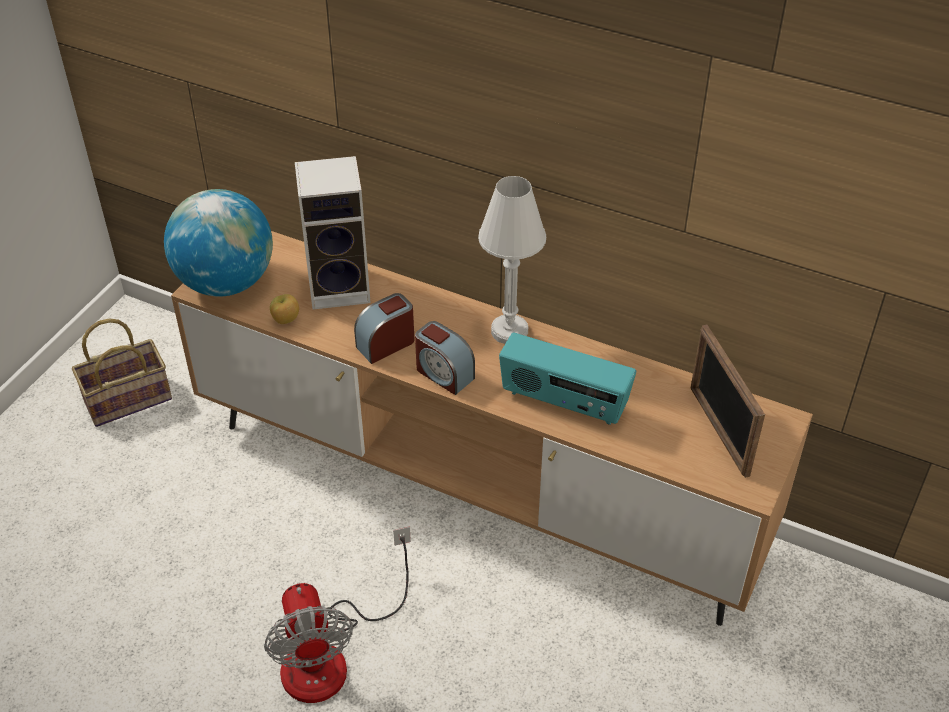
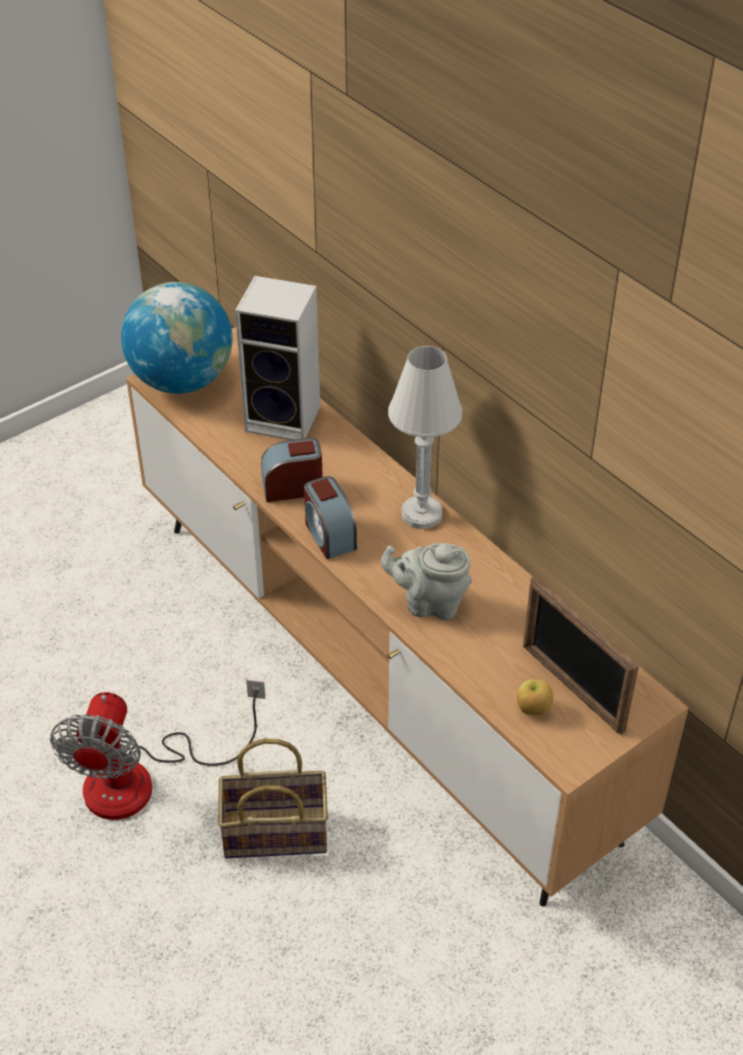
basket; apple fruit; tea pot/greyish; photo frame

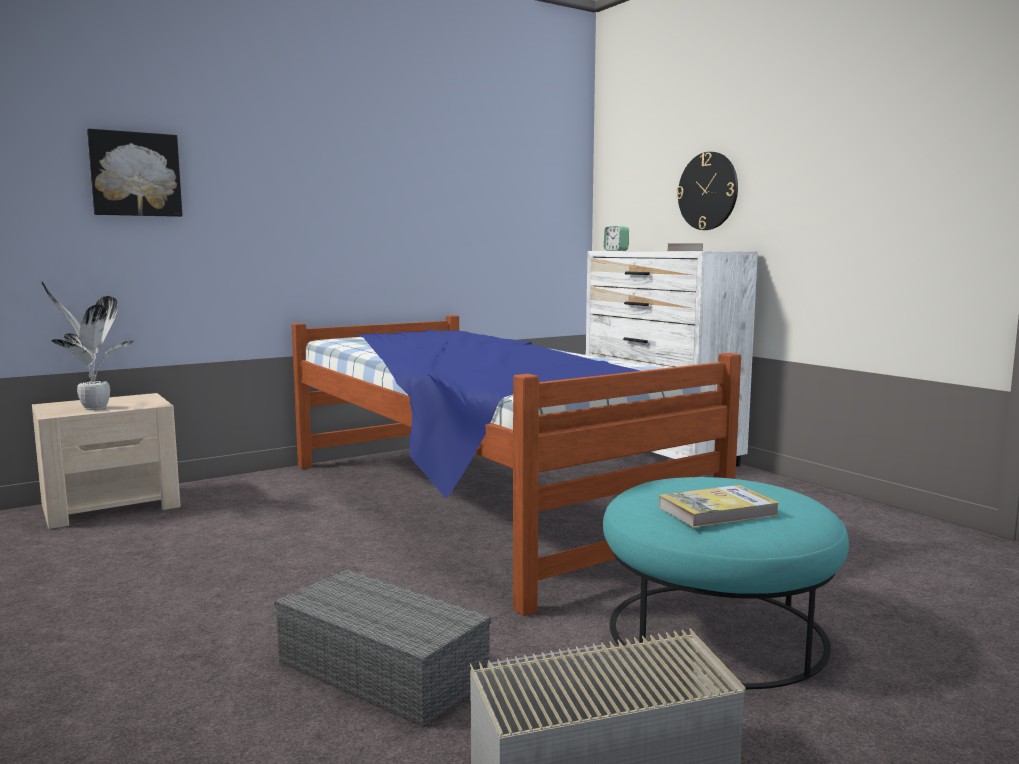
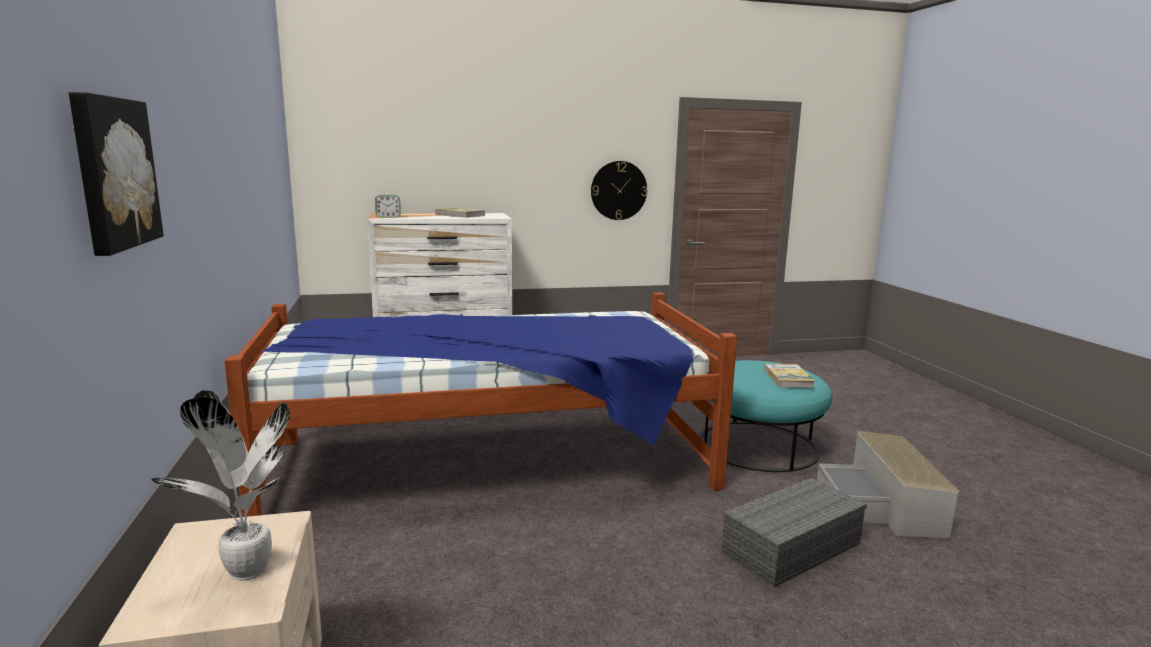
wall clock

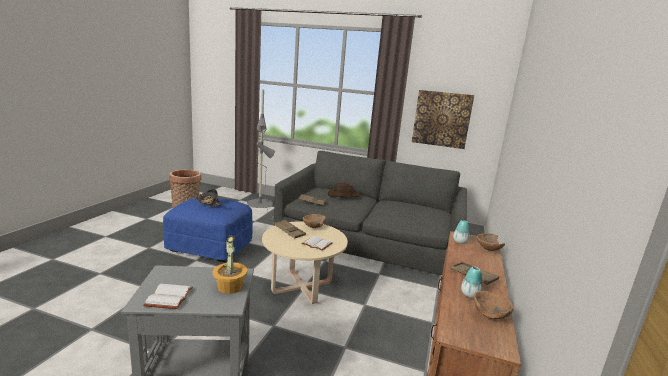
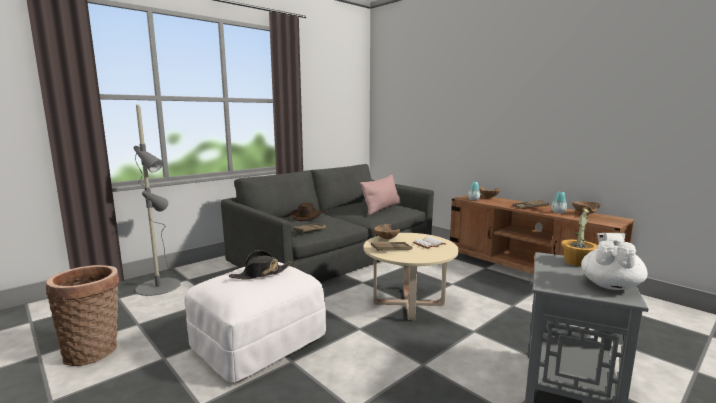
tea pot/whitish; ottoman/whitish; wall picture; cushion/pinkish

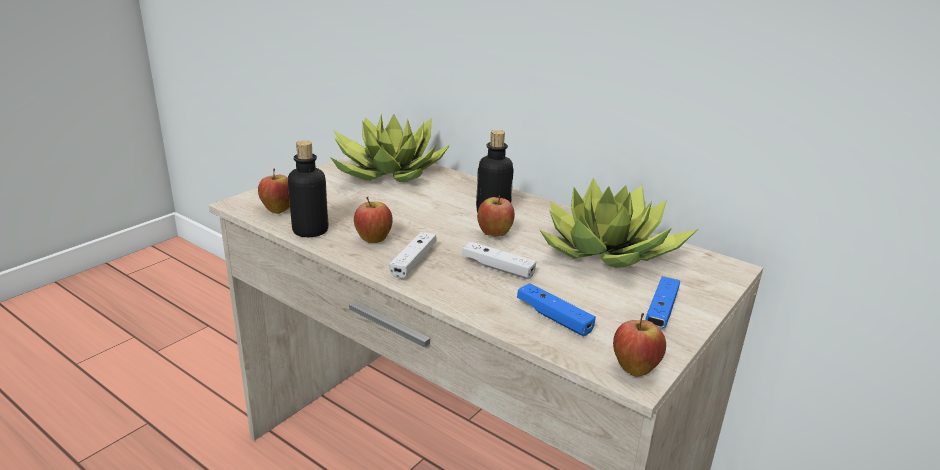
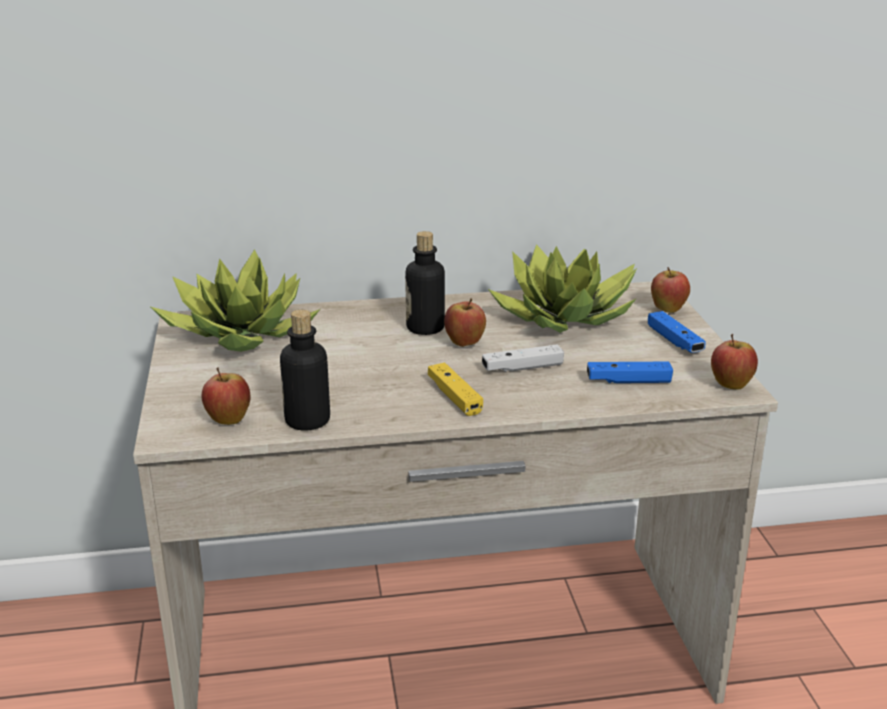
apple fruit (no. 3 from left); gamepad/yellow

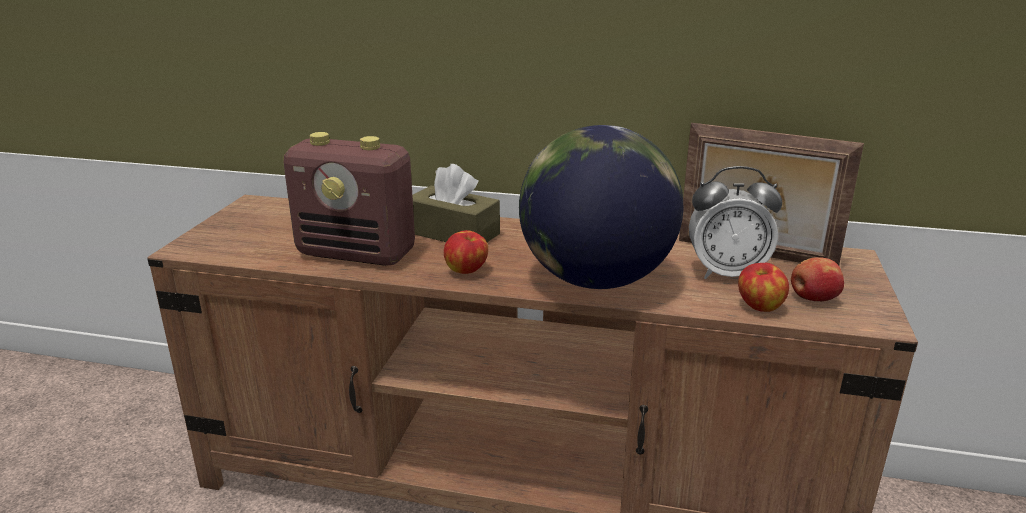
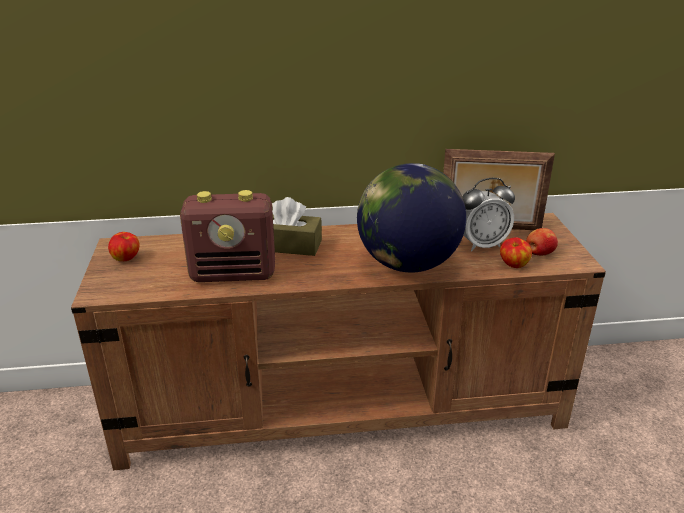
apple fruit (no. 1 from left)

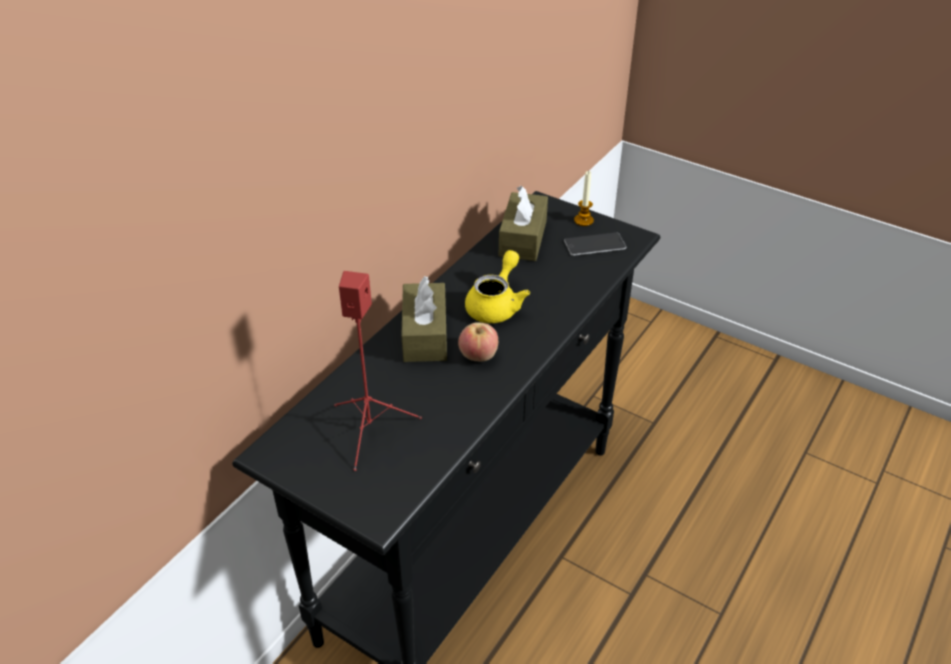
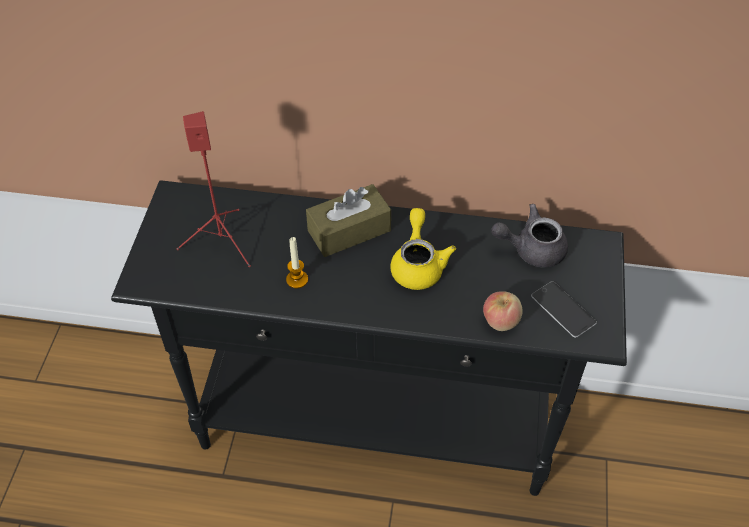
apple fruit; tea pot/yellow; tea pot/greyish; candle

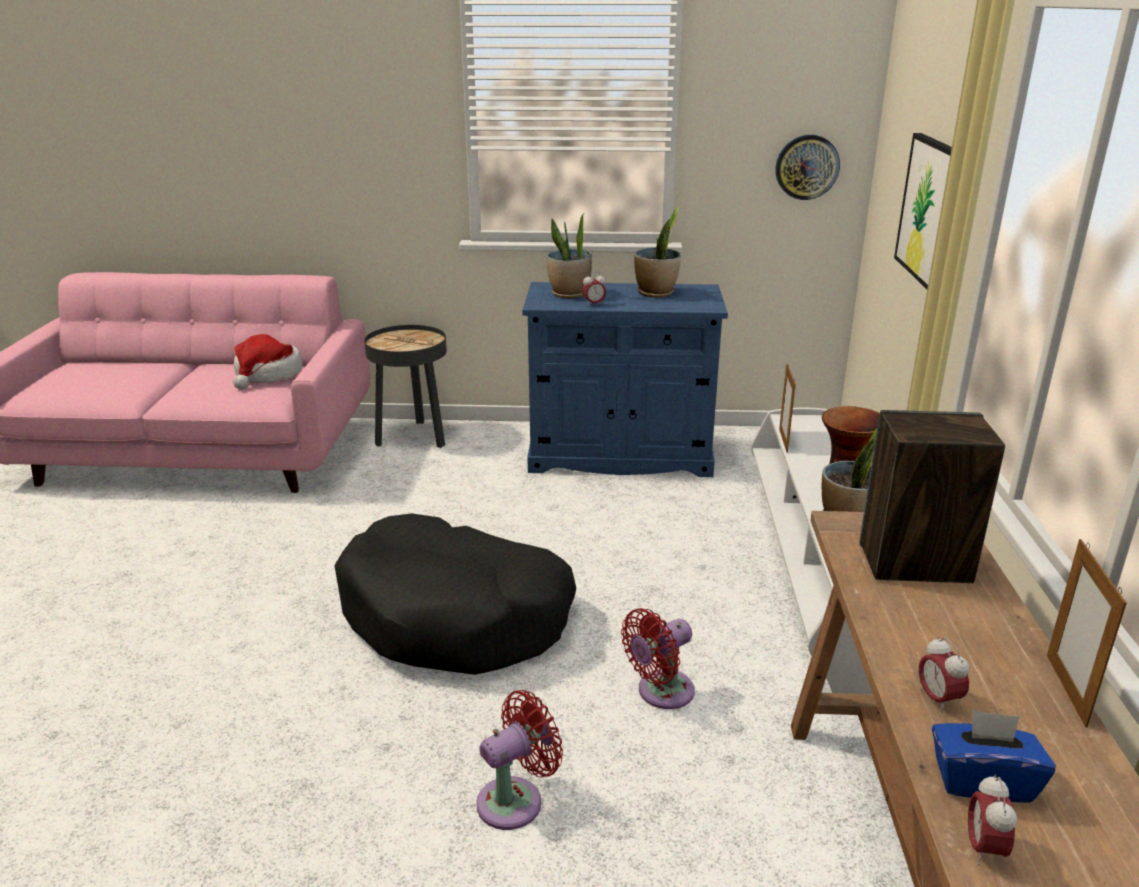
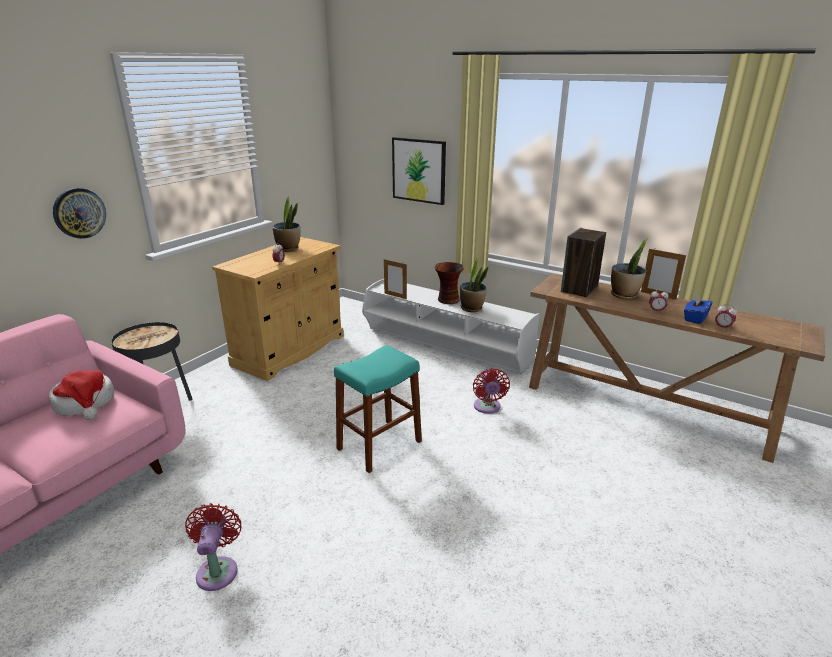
sitting stool/turquoise-coloured; cooling fan/red-coloured (no. 1 from left); cabinet/beige-coloured; potted plant (no. 3 from left); wall clock

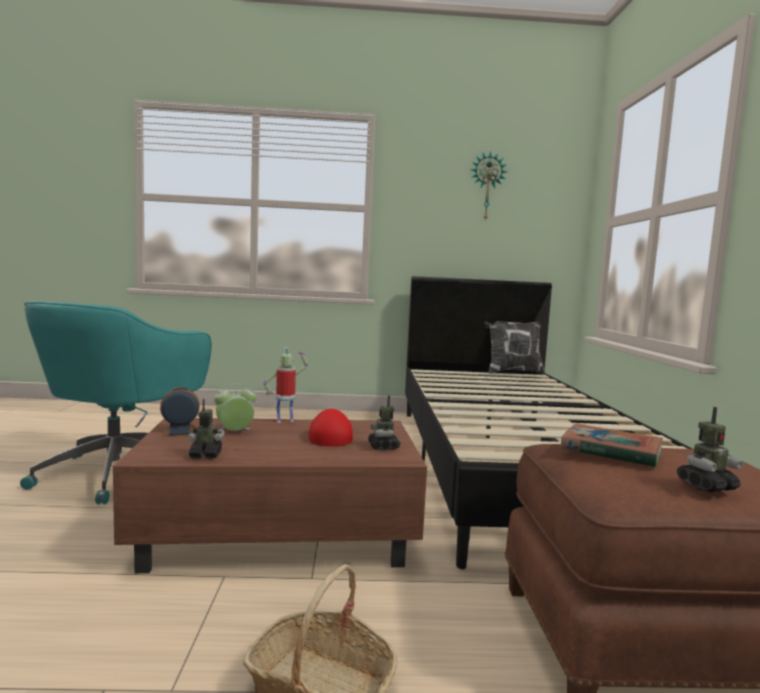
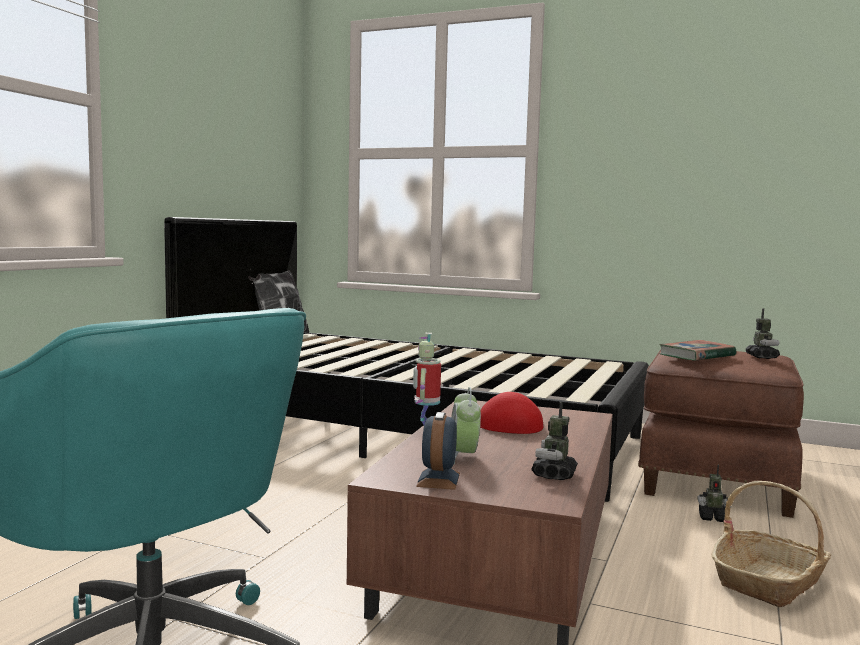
model robot (no. 3 from left); wall clock

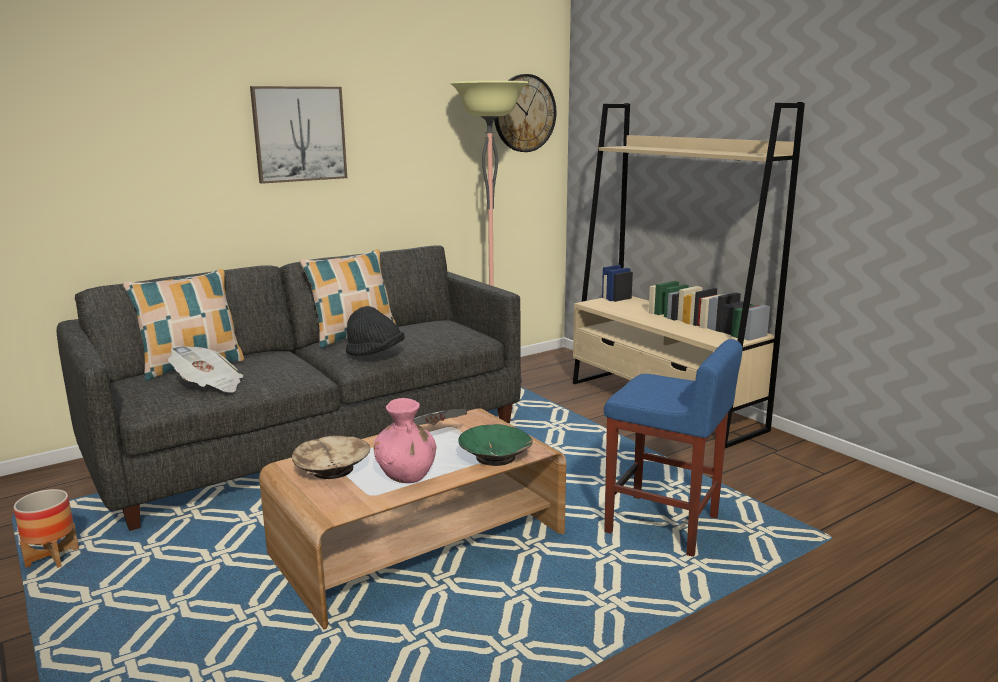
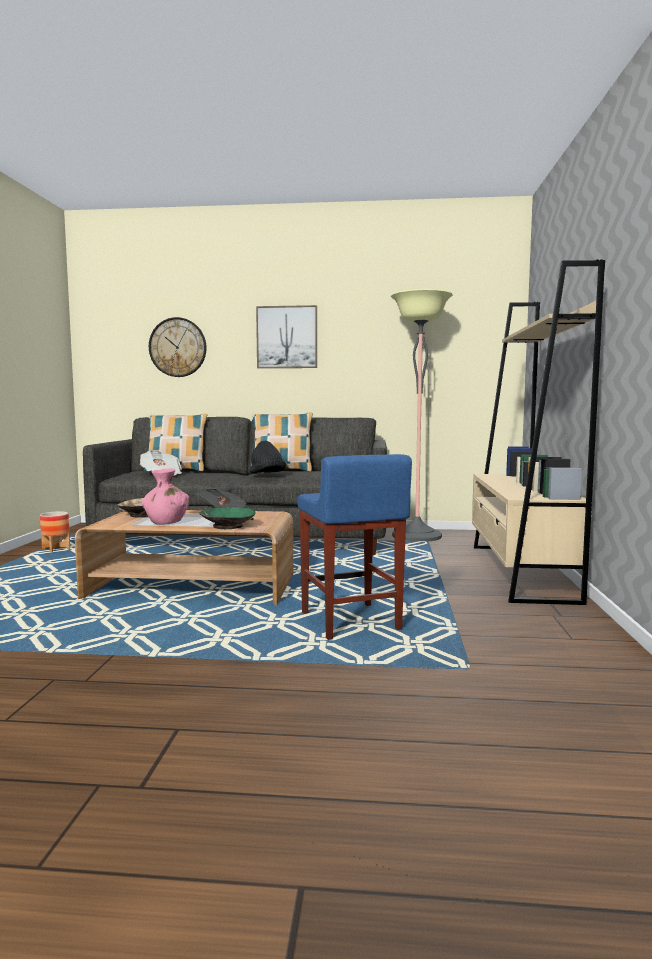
wall clock

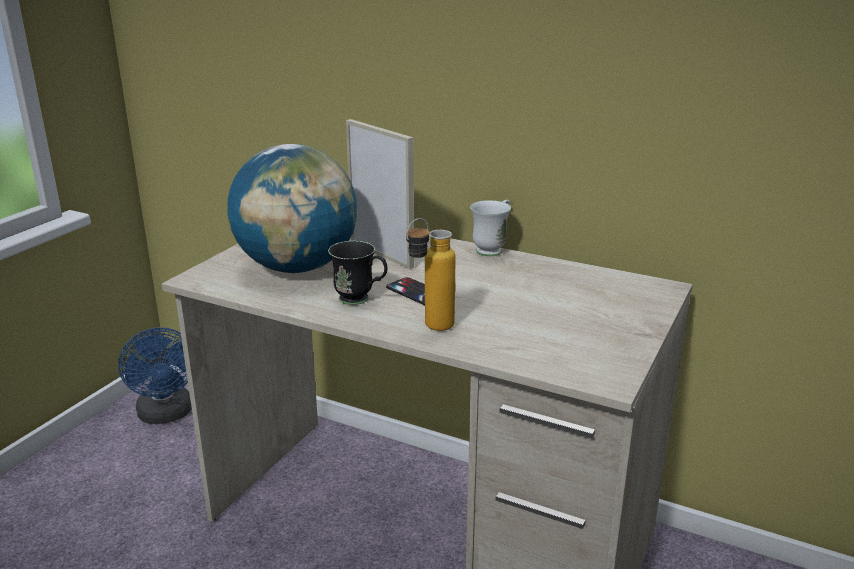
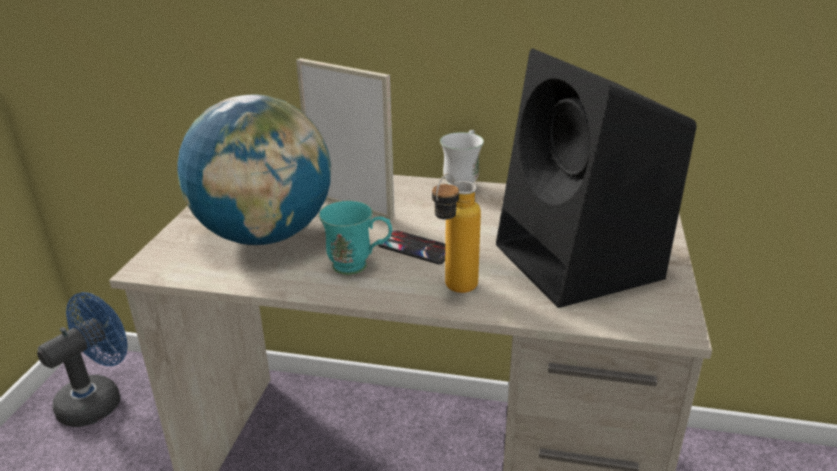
cooling fan/blue-coloured; mug/turquoise-coloured; loudspeaker/black-coloured

